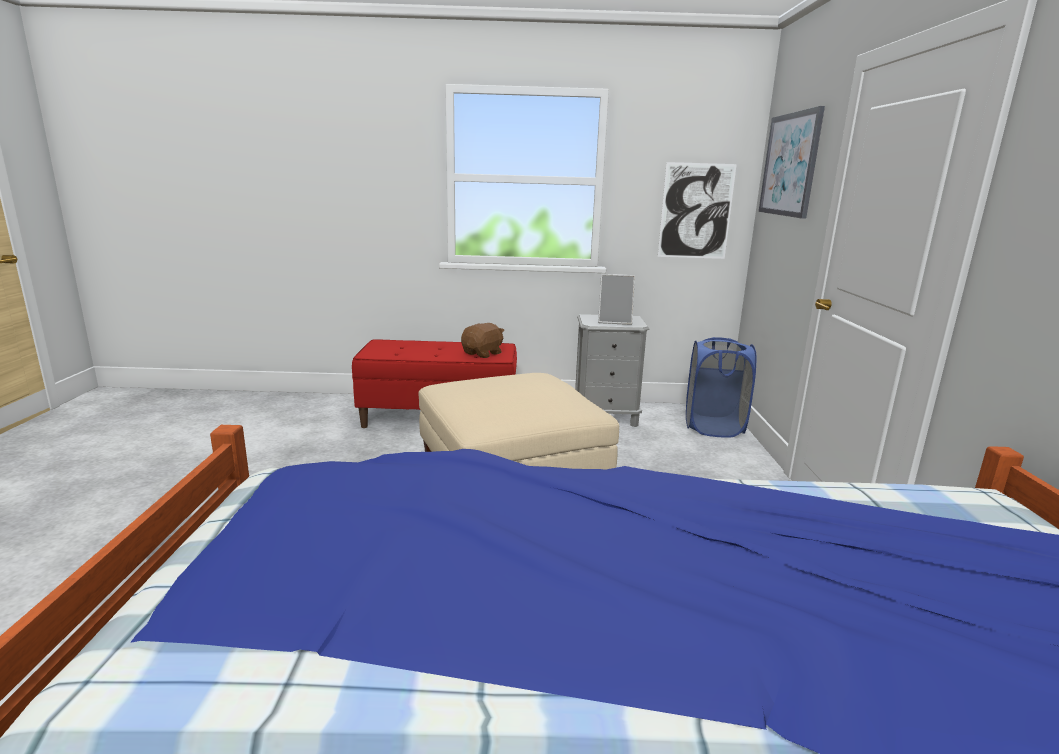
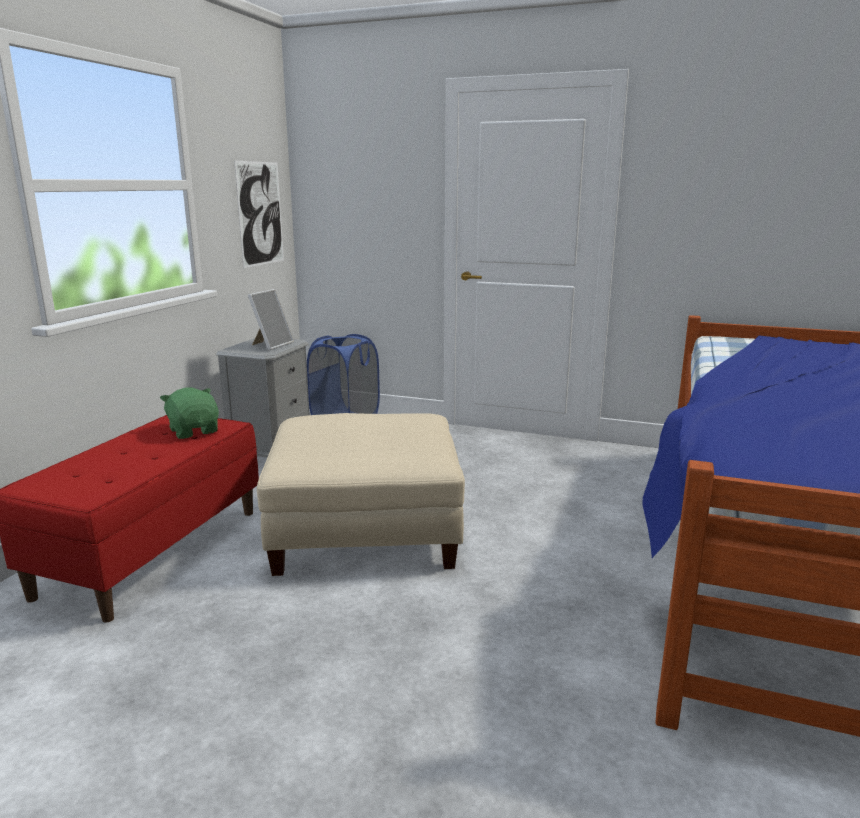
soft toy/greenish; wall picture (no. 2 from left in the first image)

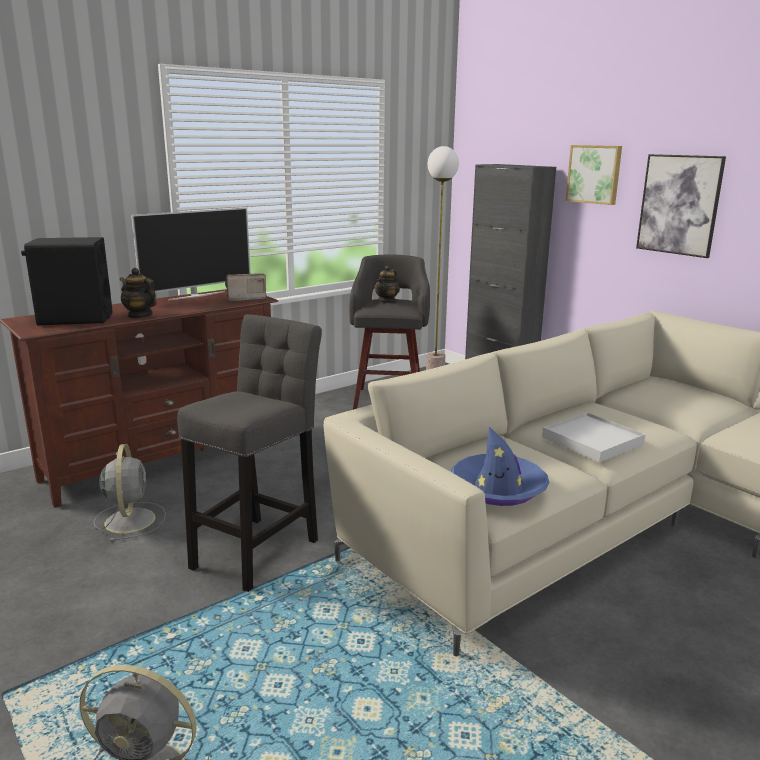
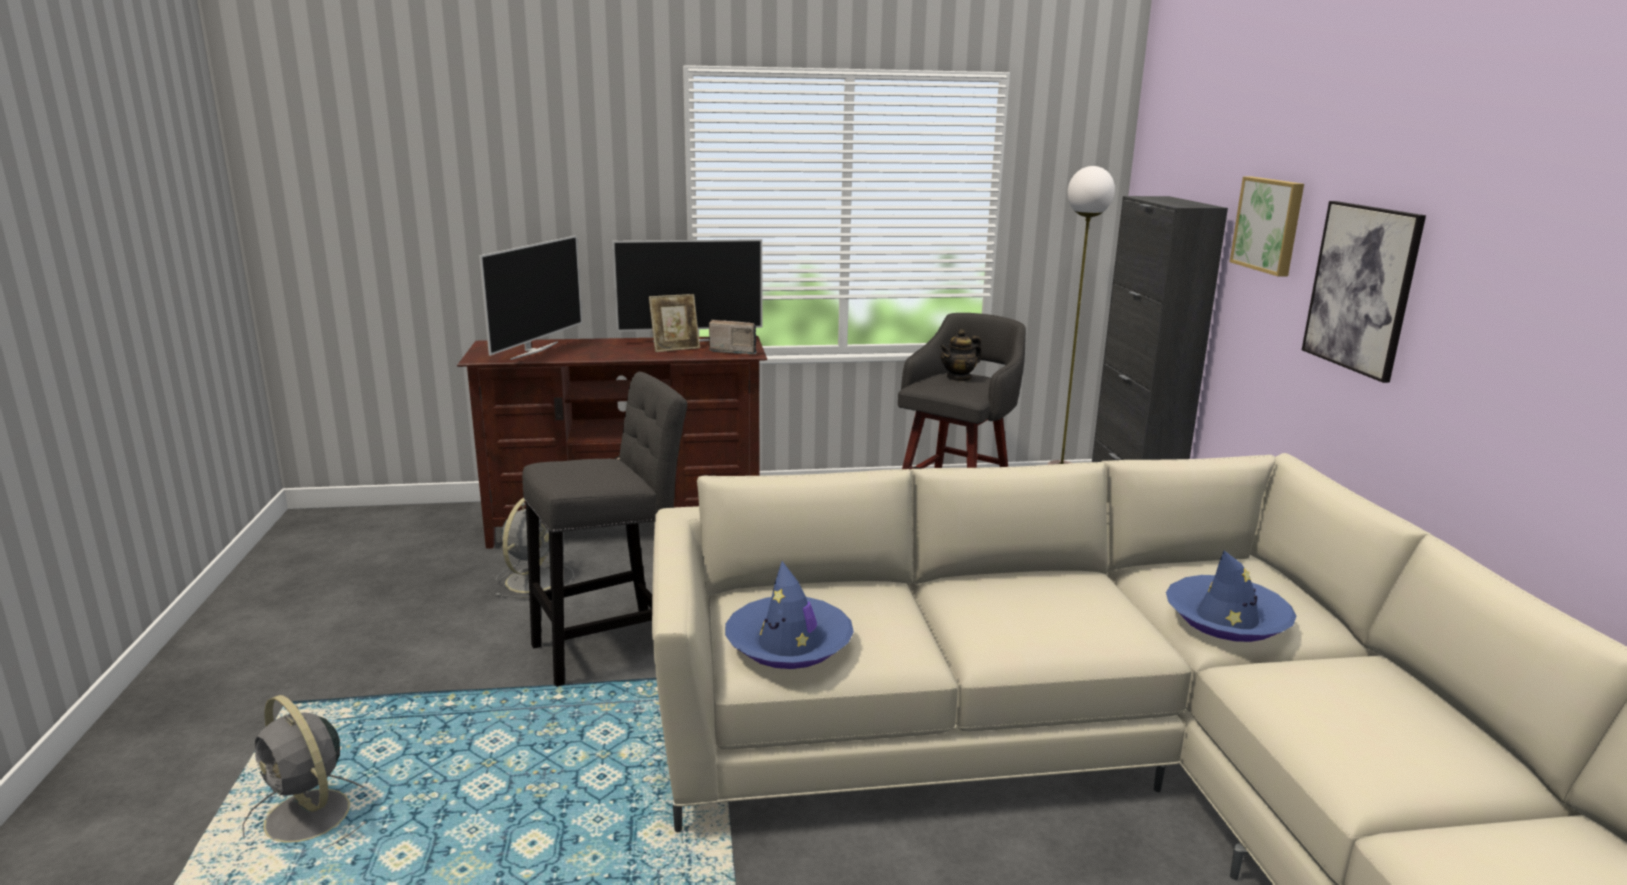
TV set (no. 1 from left); tea pot (no. 1 from left in the first image); tray/whitish; photo frame; clothing hat/blue-coloured (no. 2 from left)

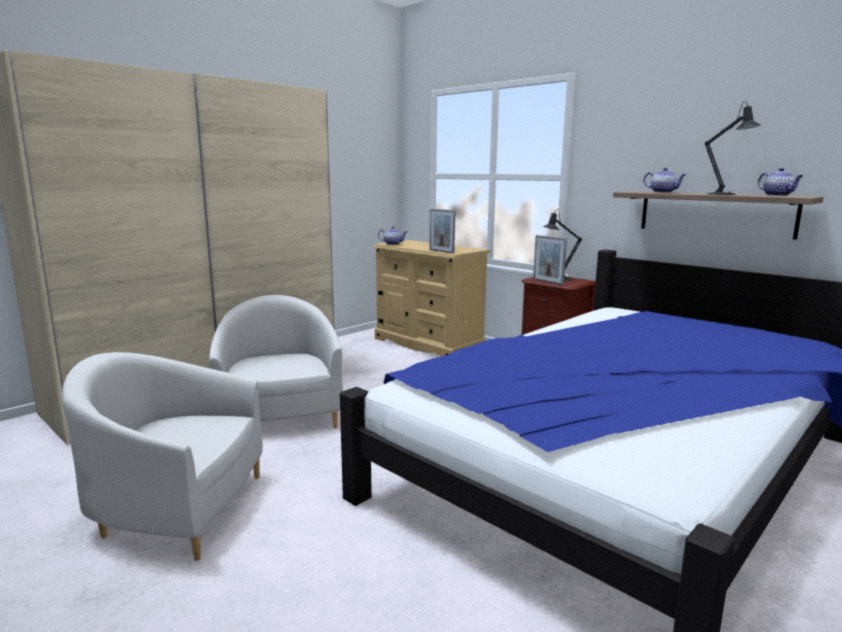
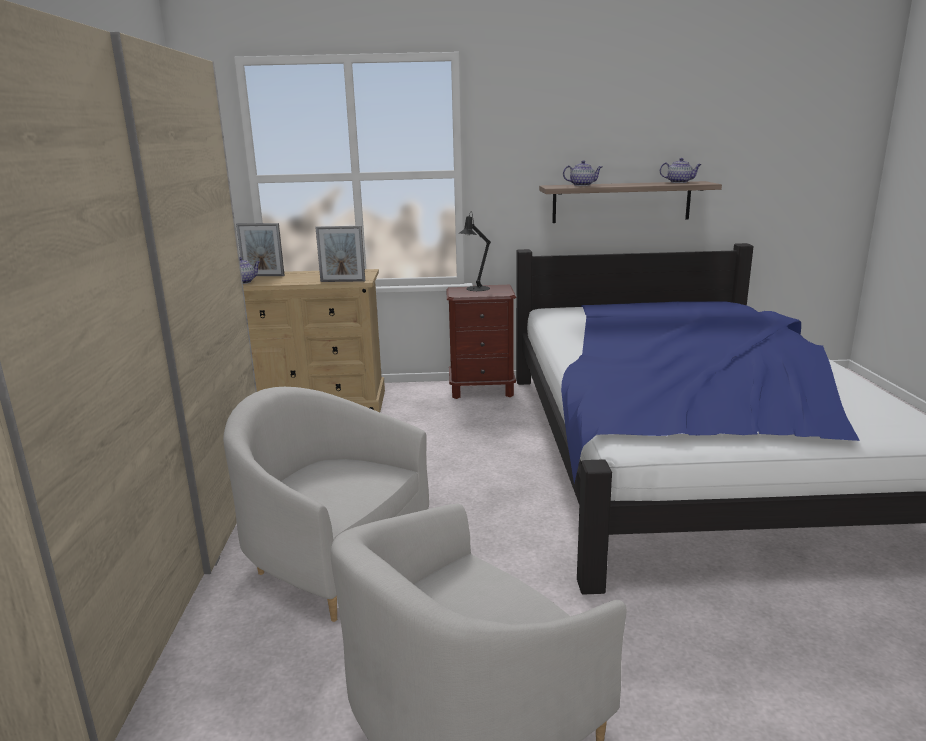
photo frame (no. 1 from left); tabletop lamp/black-coloured (no. 2 from left in the first image)

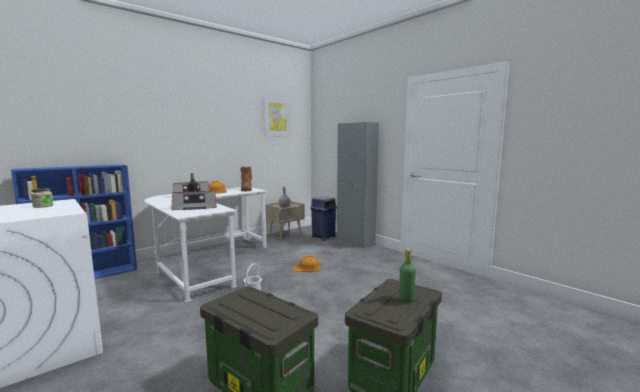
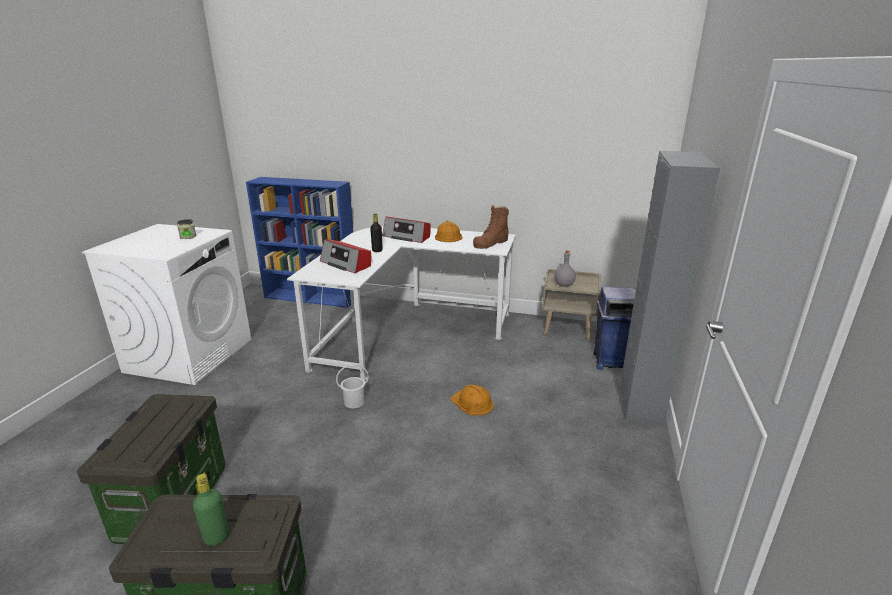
wall picture

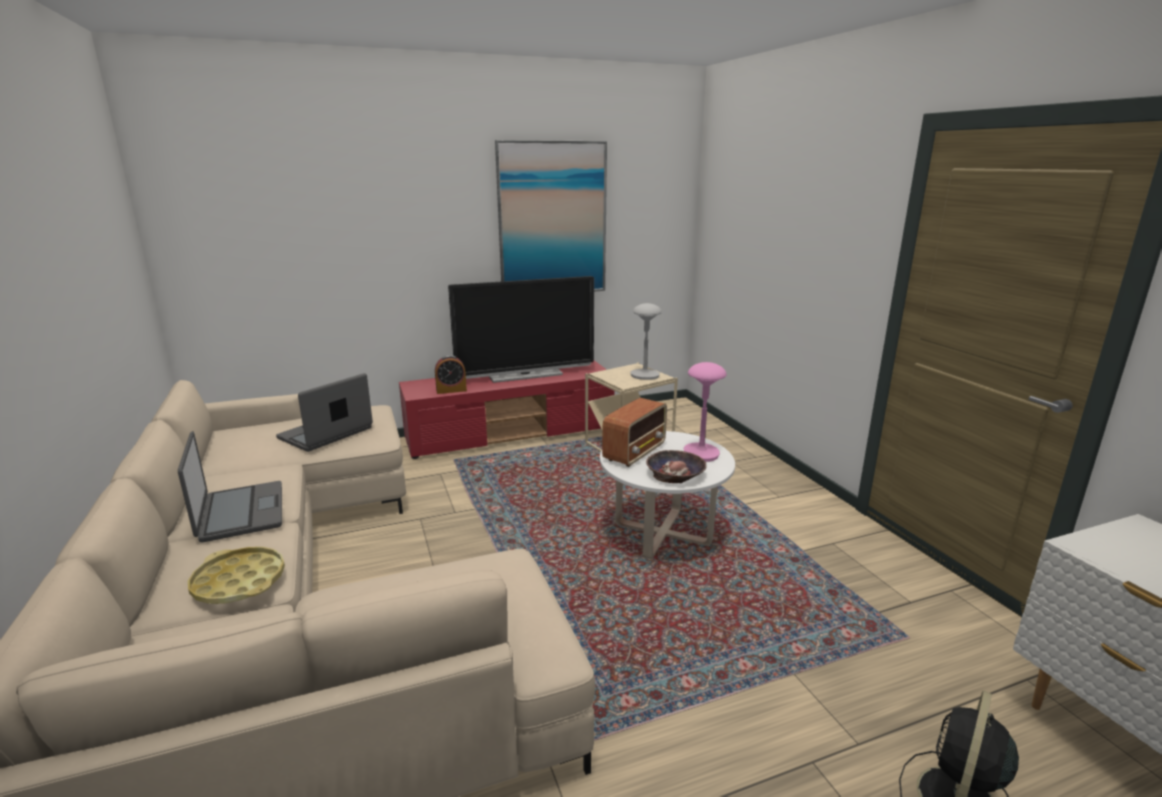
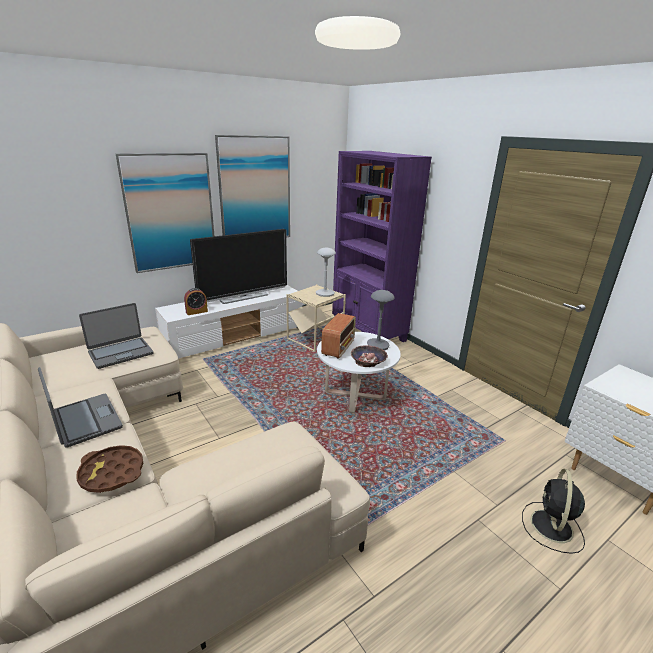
tray/brownish; notebook computer (no. 2 from left); media console/whitish; tabletop lamp/greyish (no. 2 from left); wall picture (no. 1 from left); shelving unit/purple

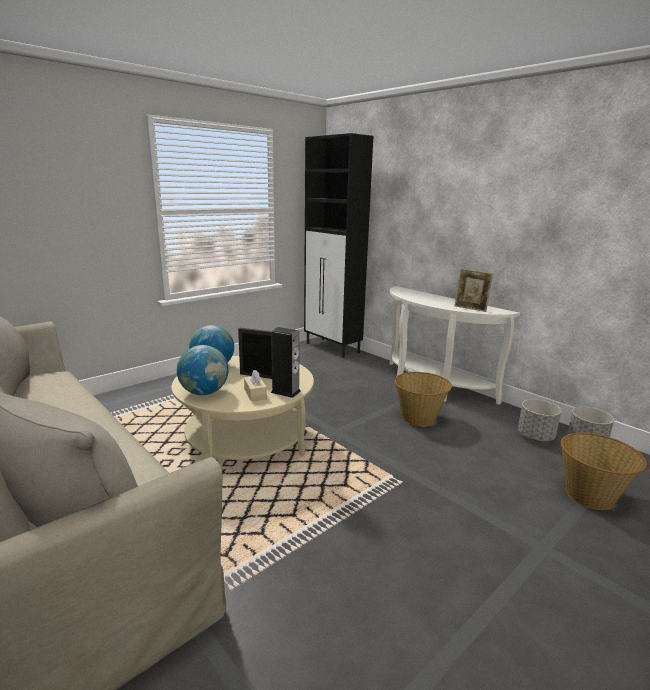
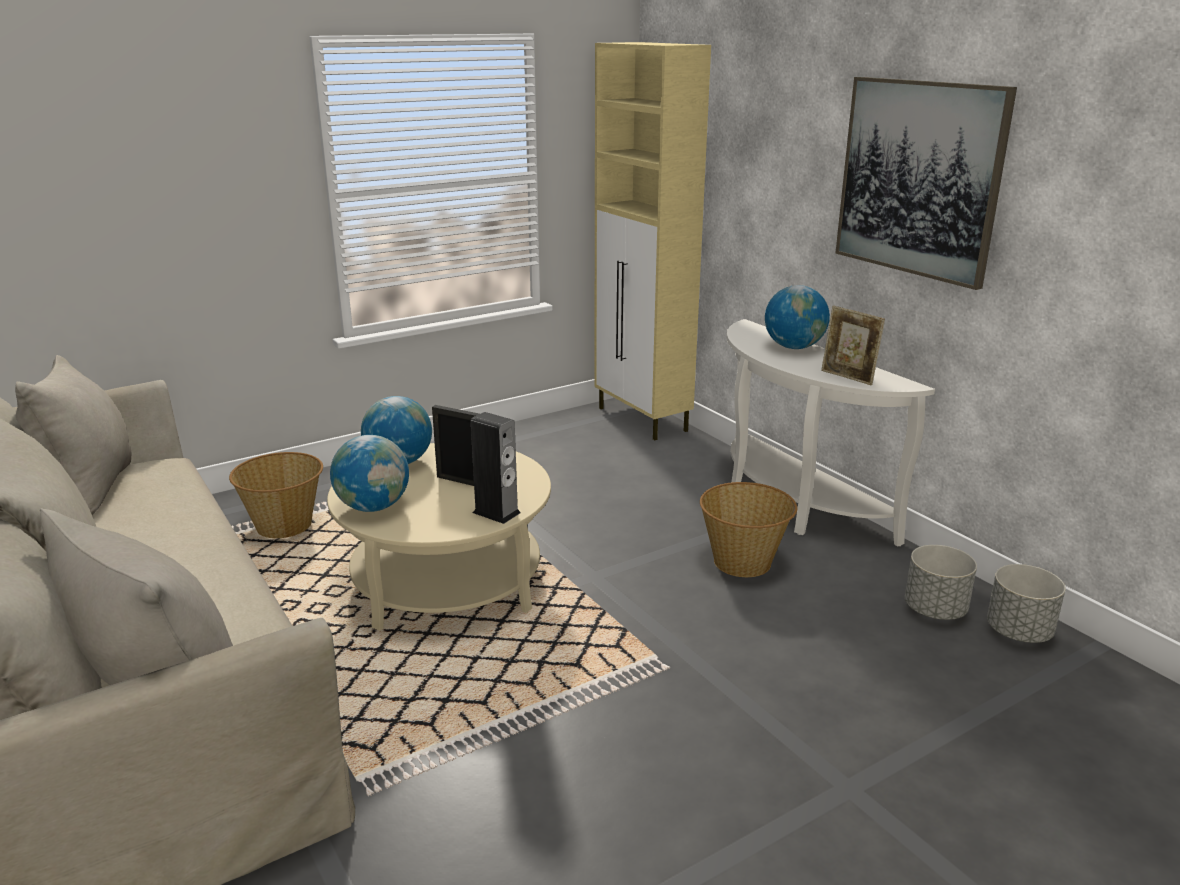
box of tissues/beige-coloured; cabinet/beige-coloured; basket (no. 1 from left); world globe (no. 3 from left); wall picture

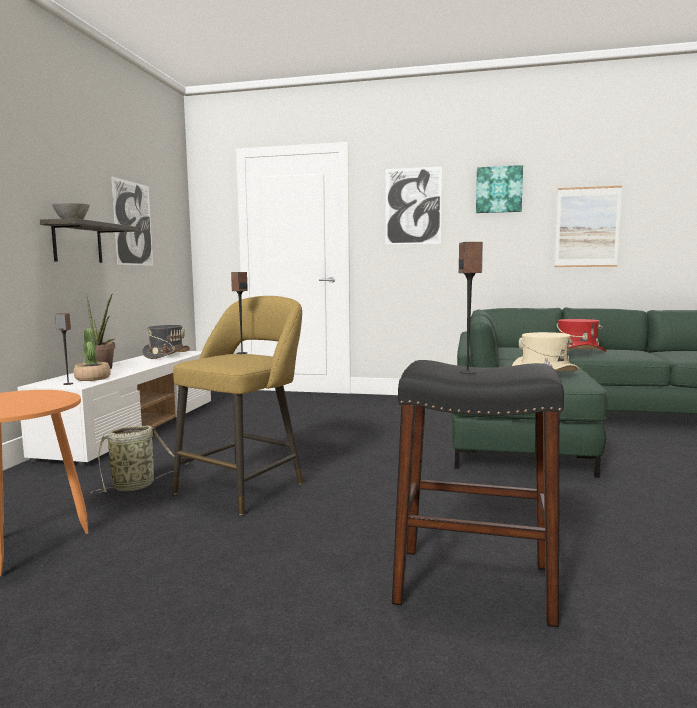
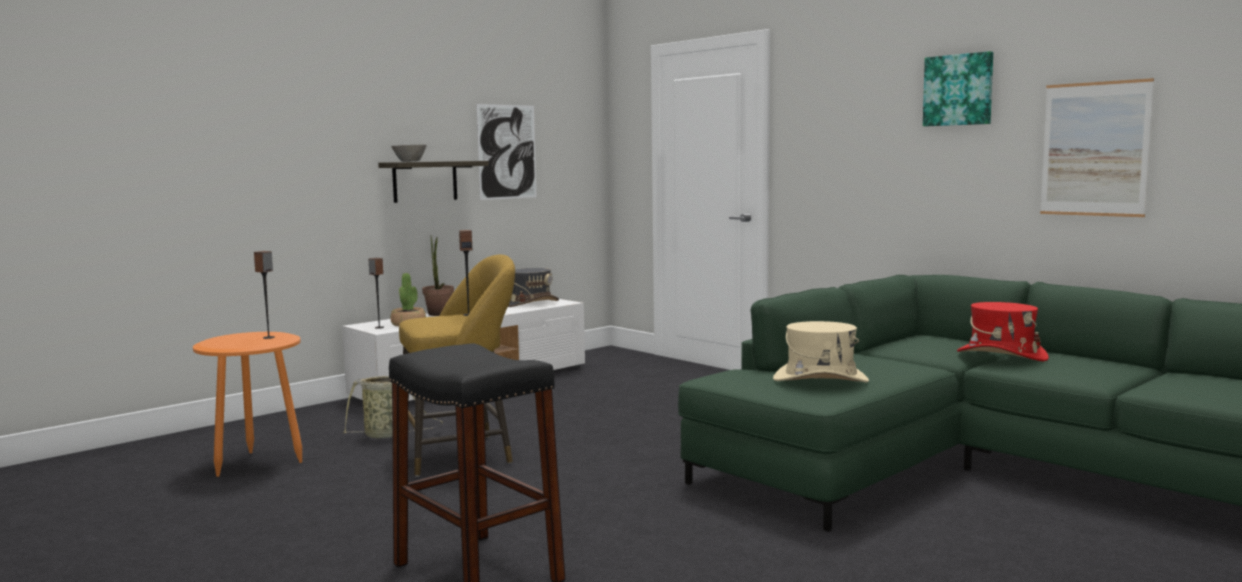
wall picture (no. 2 from left in the first image); loudspeaker (no. 1 from left)

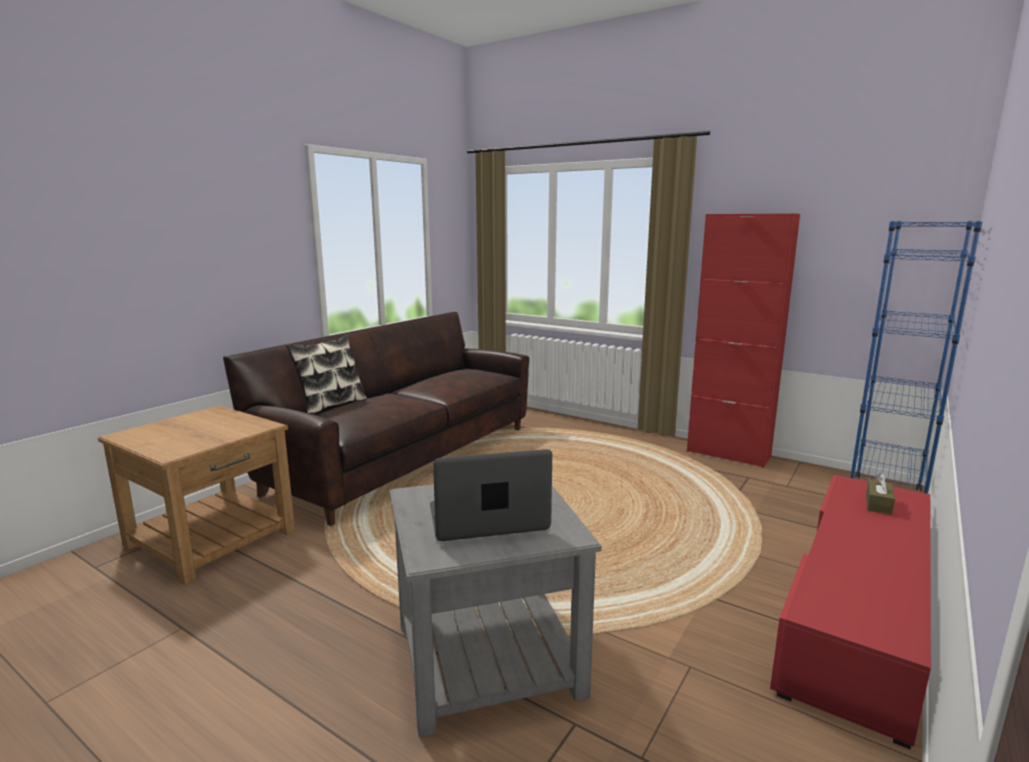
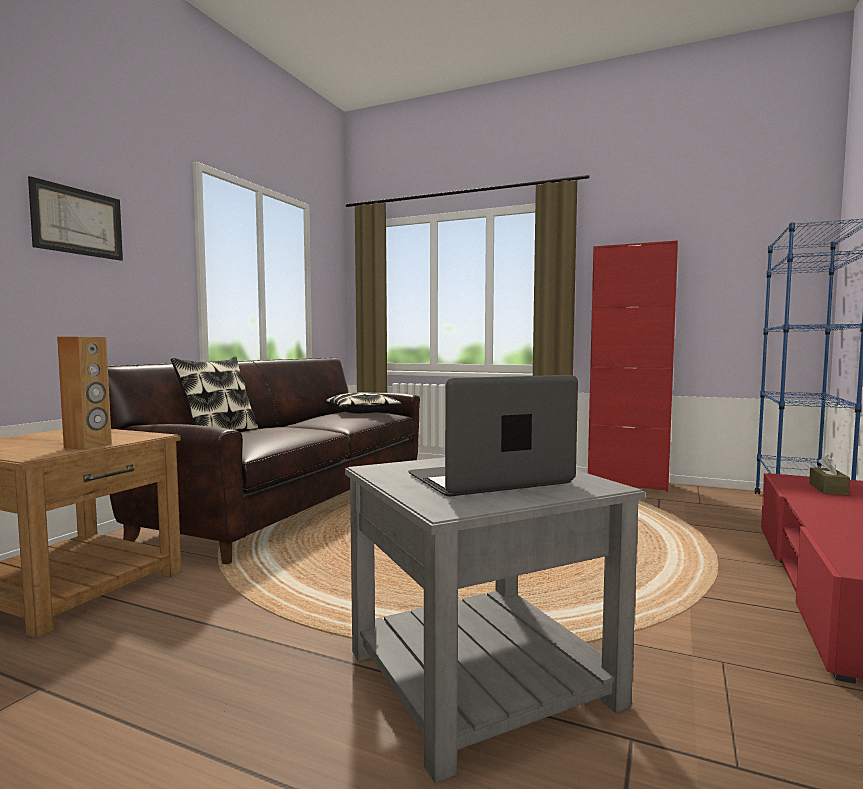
wall picture; loudspeaker/brownish; cushion (no. 2 from left)

